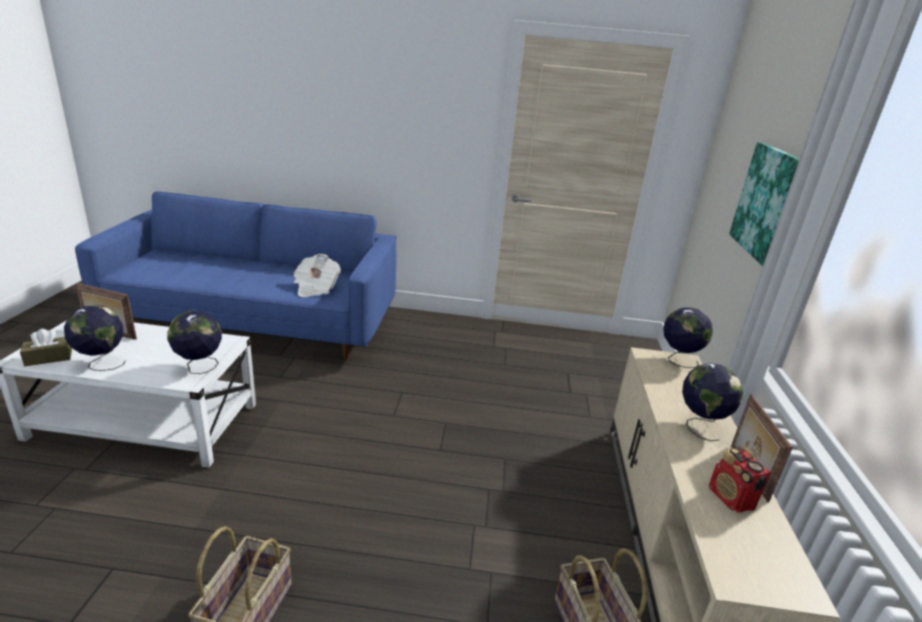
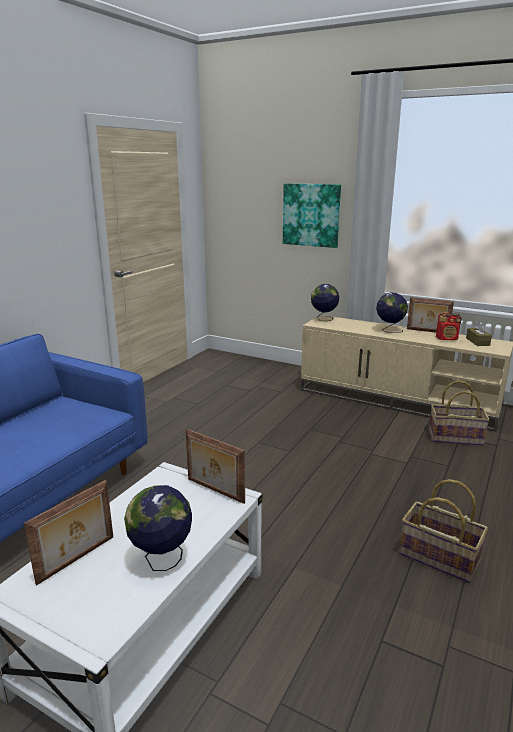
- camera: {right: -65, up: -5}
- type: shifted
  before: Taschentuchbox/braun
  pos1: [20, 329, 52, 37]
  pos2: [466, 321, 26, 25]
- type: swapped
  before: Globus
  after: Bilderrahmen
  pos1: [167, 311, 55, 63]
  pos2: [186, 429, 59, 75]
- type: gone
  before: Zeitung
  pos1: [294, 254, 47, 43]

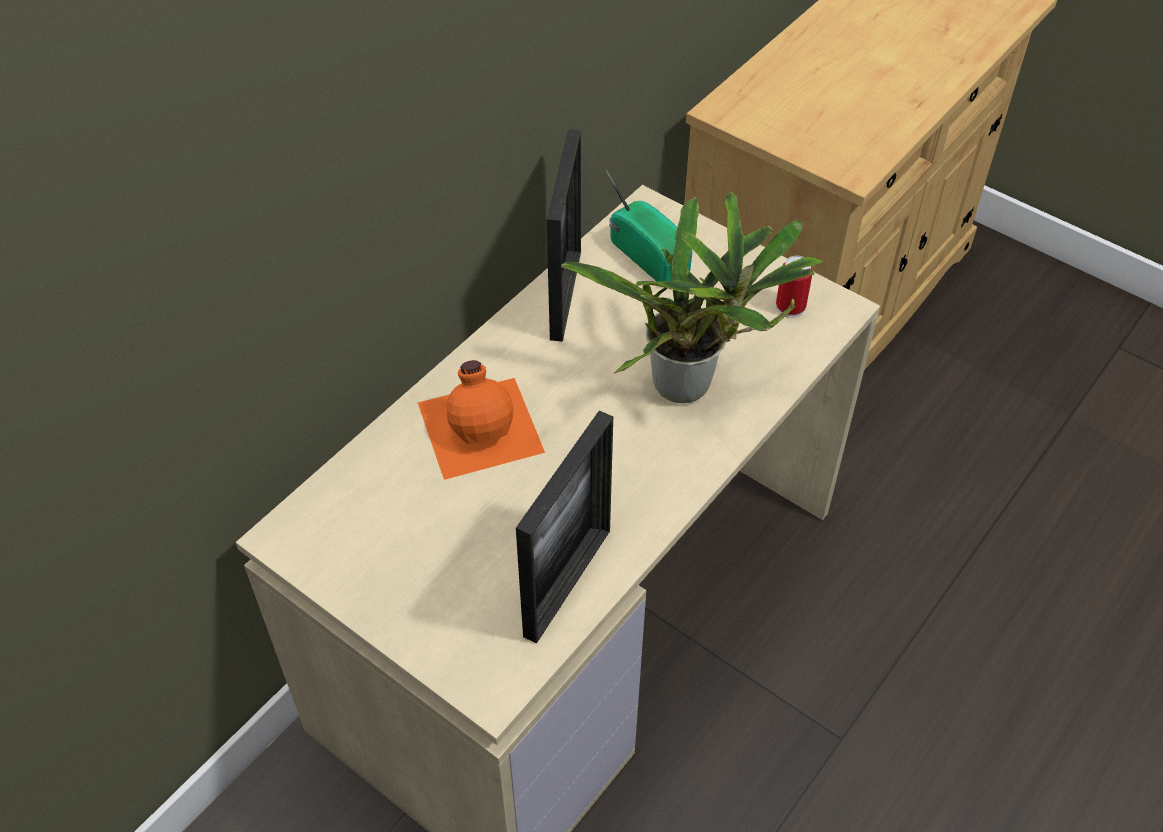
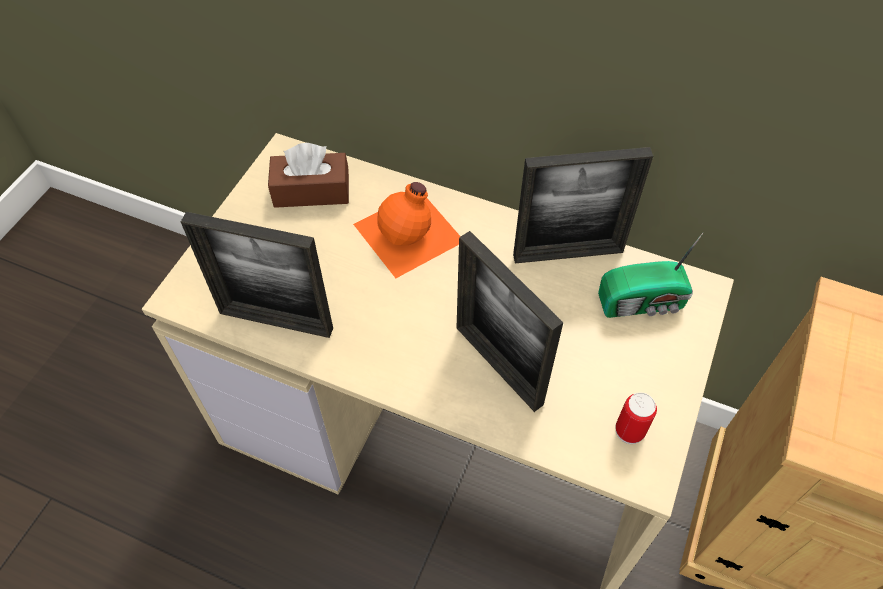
- camera: {right: 75, up: 5}
- type: swapped
  before: Topfpflanze
  after: Bilderrahmen
  pos1: [561, 192, 264, 211]
  pos2: [456, 231, 107, 181]
- type: rotated
  before: Radio
  pos1: [606, 170, 87, 112]
  pos2: [598, 232, 106, 86]
  turn: 45
- type: new
  after: Taschentuchbox/braun
  pos2: [268, 143, 81, 65]

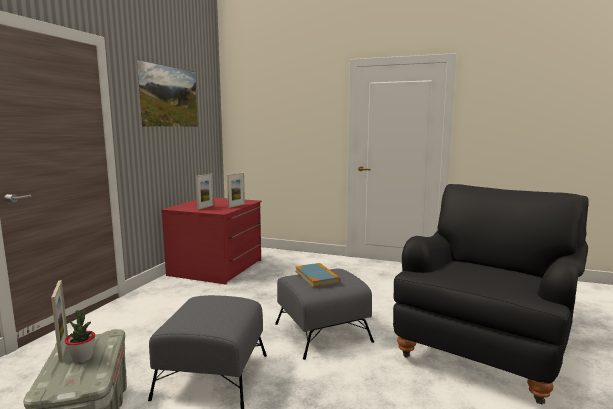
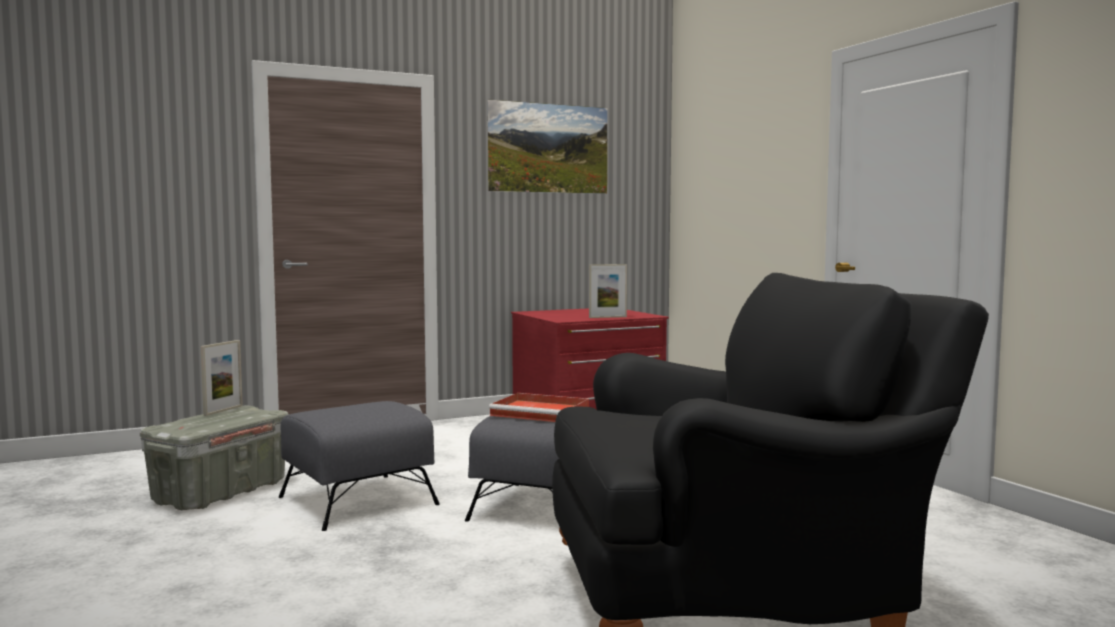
- camera: {right: 45, up: -5}
- type: gone
  before: Topfpflanze
  pos1: [65, 310, 30, 53]
- type: gone
  before: Bilderrahmen
  pos1: [196, 173, 18, 37]
- type: swapped
  before: Buch
  after: Tablett/rot
  pos1: [295, 263, 45, 25]
  pos2: [489, 393, 100, 29]

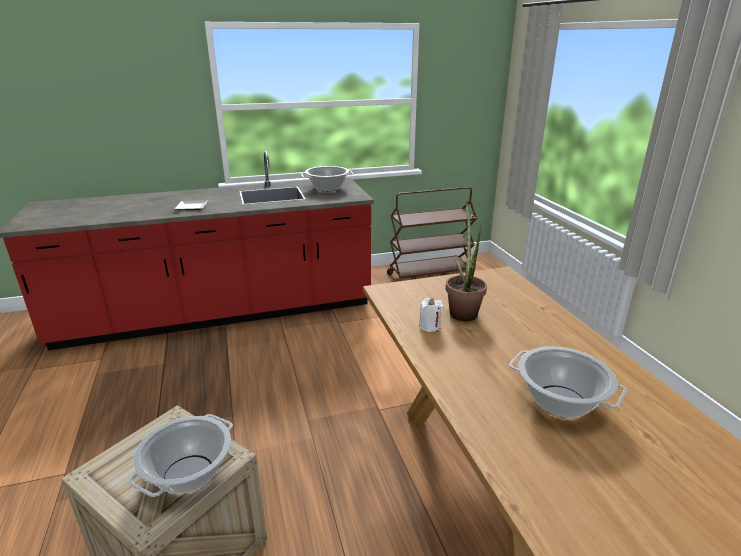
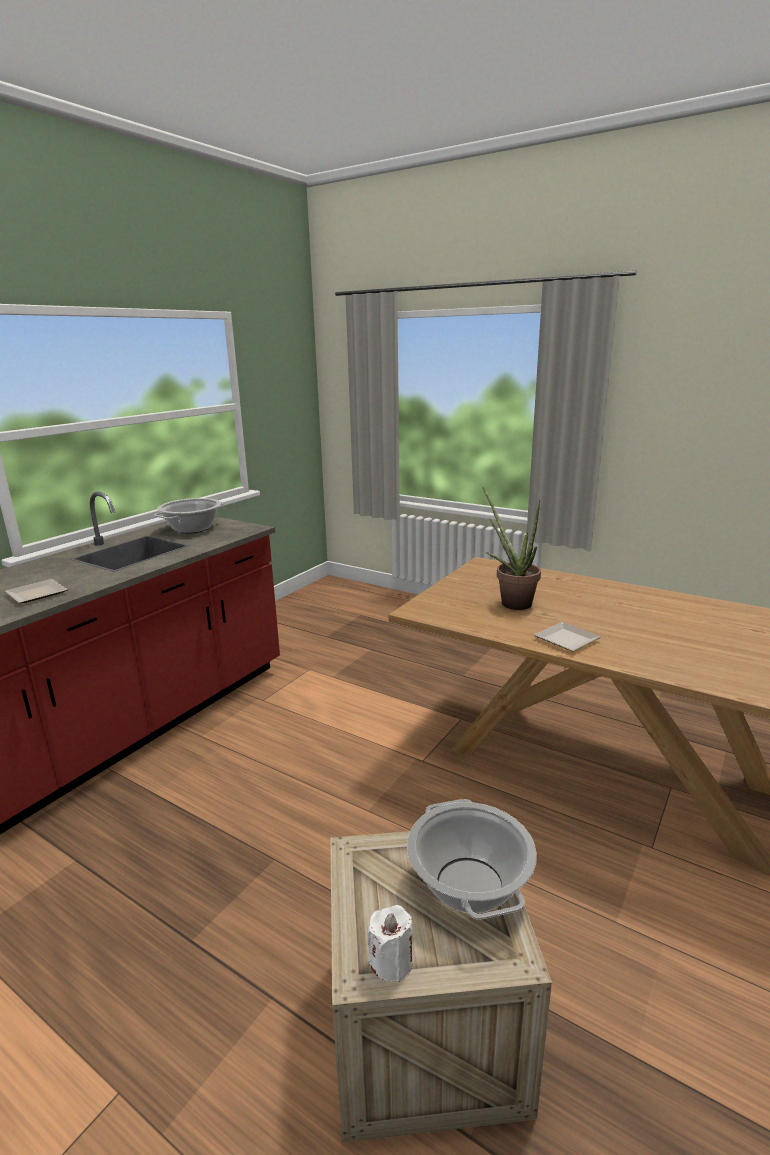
- camera: {right: -40, up: -5}
- type: gone
  before: Rollwagen/braun
  pos1: [387, 187, 90, 94]
- type: shifted
  before: Kerze/weiß
  pos1: [419, 298, 24, 34]
  pos2: [367, 905, 46, 77]
- type: gone
  before: Kochtopf
  pos1: [509, 346, 118, 72]
- type: new
  after: Teller
  pos2: [534, 622, 67, 30]

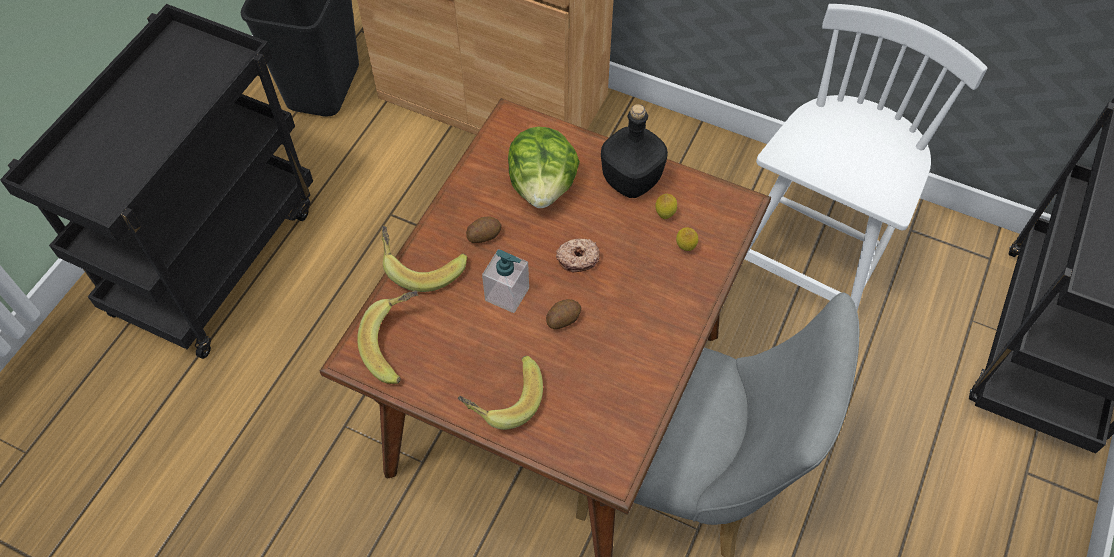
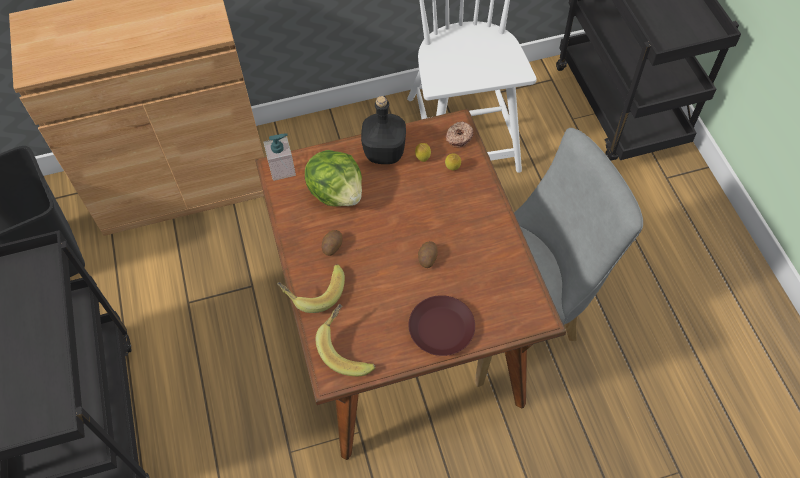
- camera: {right: -40, up: 0}
- type: swapped
  before: Banane
  after: Teller/braun
  pos1: [458, 356, 85, 74]
  pos2: [409, 295, 66, 61]
- type: shifted
  before: Seifenspender
  pos1: [482, 249, 47, 64]
  pos2: [263, 133, 33, 48]
- type: shifted
  before: Donut
  pos1: [556, 239, 44, 33]
  pos2: [445, 121, 28, 27]

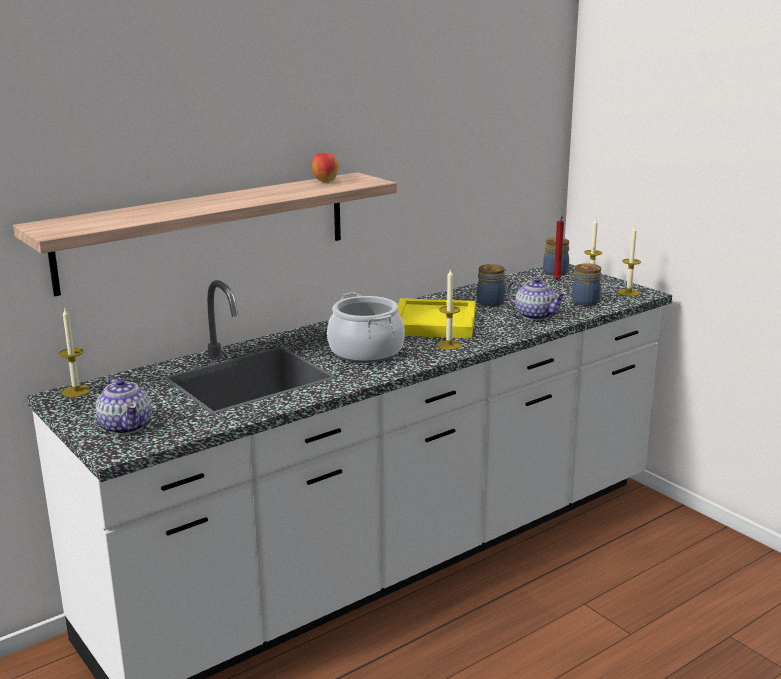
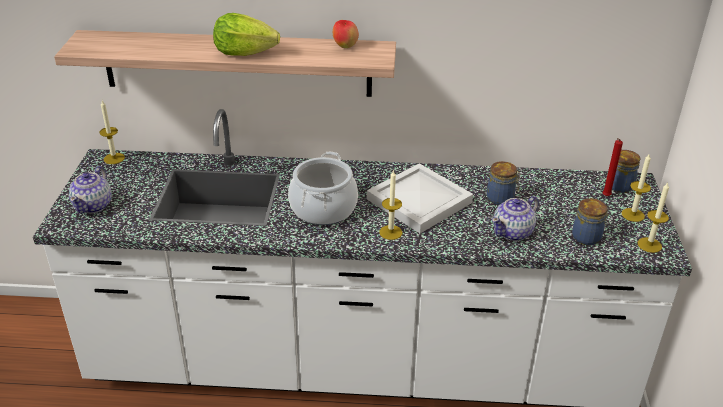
- camera: {right: 40, up: 15}
- type: repainted
  before: Tablett/gelb
  after: Tablett/weiß
  pos1: [398, 298, 78, 40]
  pos2: [367, 163, 106, 70]
- type: rotated
  before: Teekanne
  pos1: [507, 278, 60, 42]
  pos2: [492, 196, 47, 45]
  turn: 60
- type: new
  after: Salatkopf
  pos2: [213, 13, 67, 43]

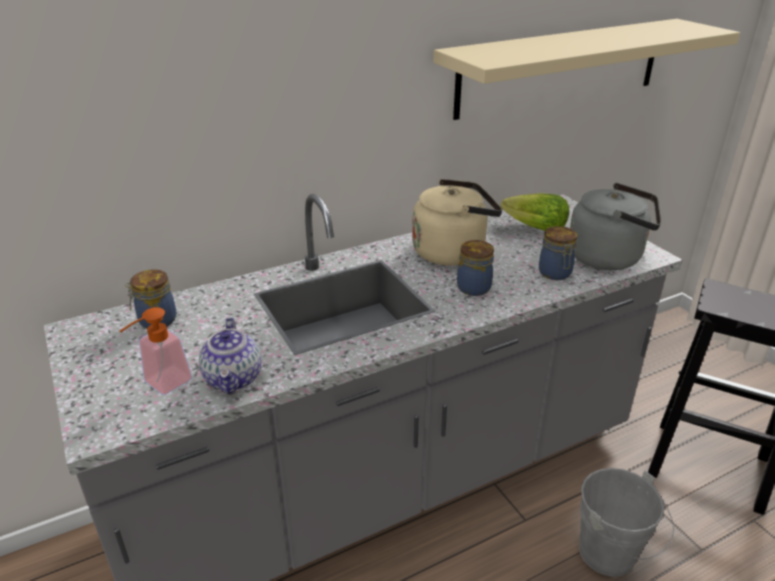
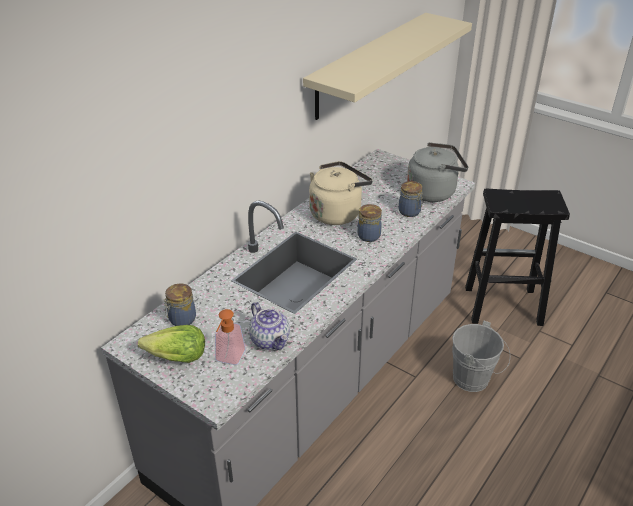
- camera: {right: -25, up: 5}
- type: shifted
  before: Salatkopf
  pos1: [501, 193, 68, 38]
  pos2: [138, 325, 67, 38]

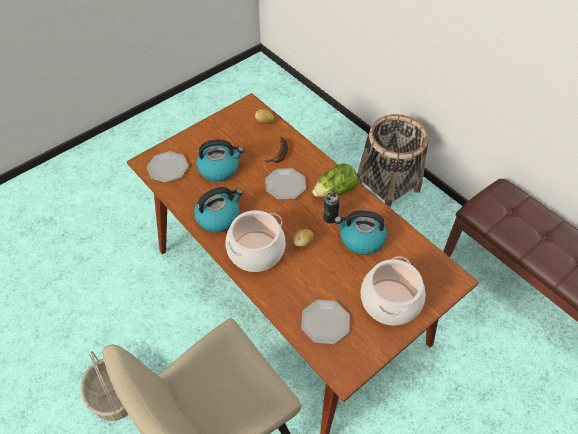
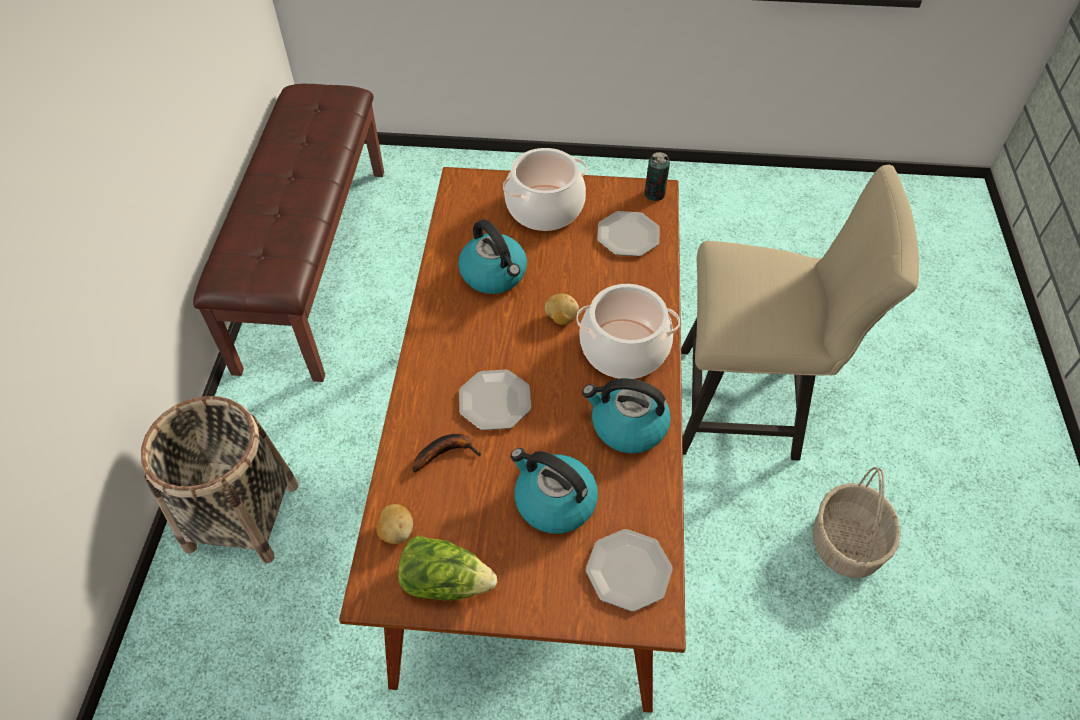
- camera: {right: -135, up: 0}
- type: shifted
  before: Salatkopf
  pos1: [312, 164, 46, 33]
  pos2: [398, 535, 99, 66]
- type: shifted
  before: Dose
  pos1: [323, 192, 17, 32]
  pos2: [645, 152, 25, 49]

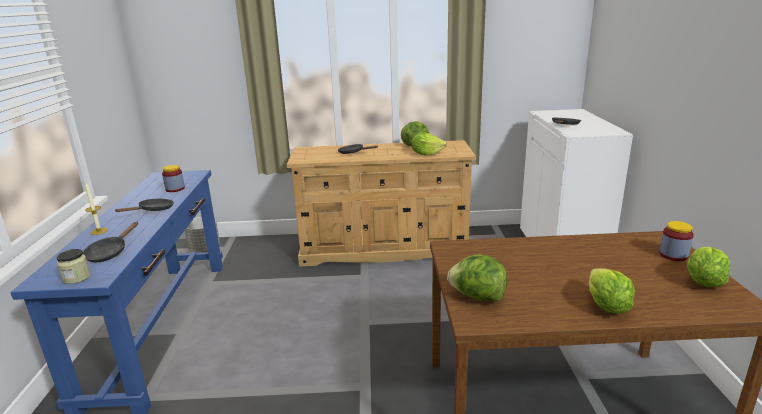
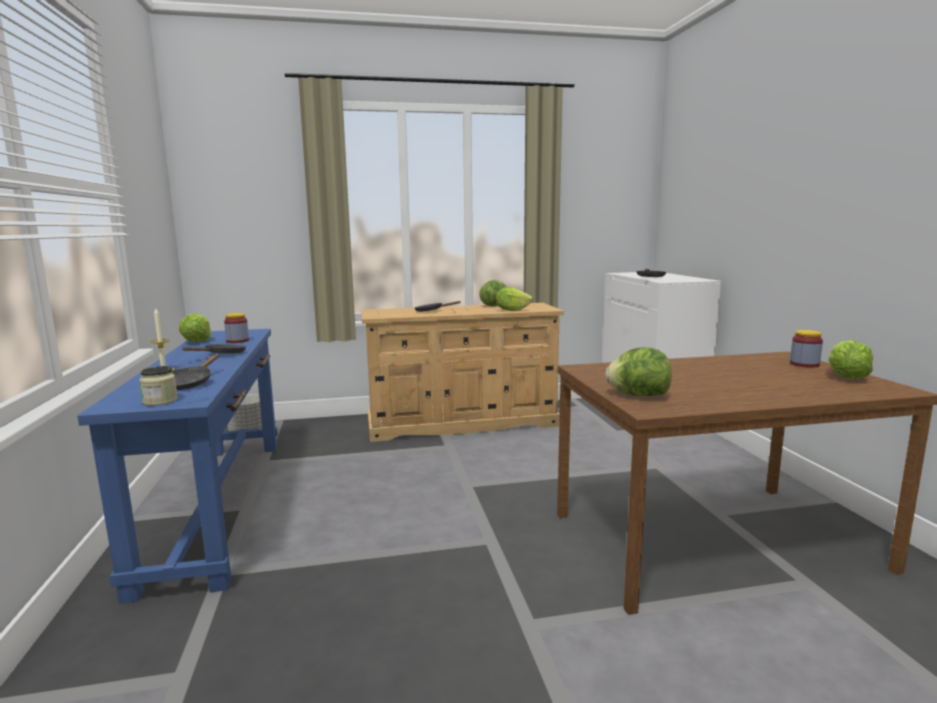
- camera: {right: -10, up: -10}
- type: shifted
  before: Salatkopf
  pos1: [589, 268, 46, 46]
  pos2: [179, 314, 33, 28]

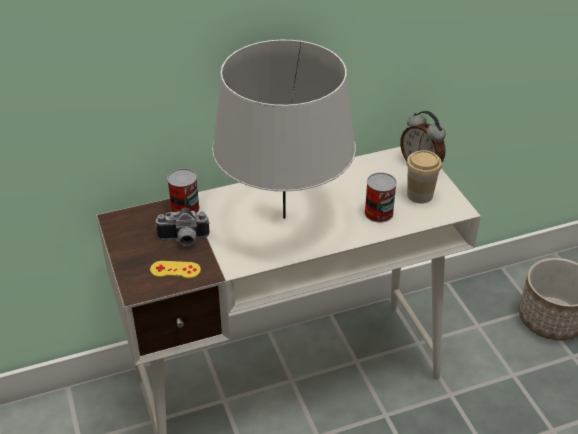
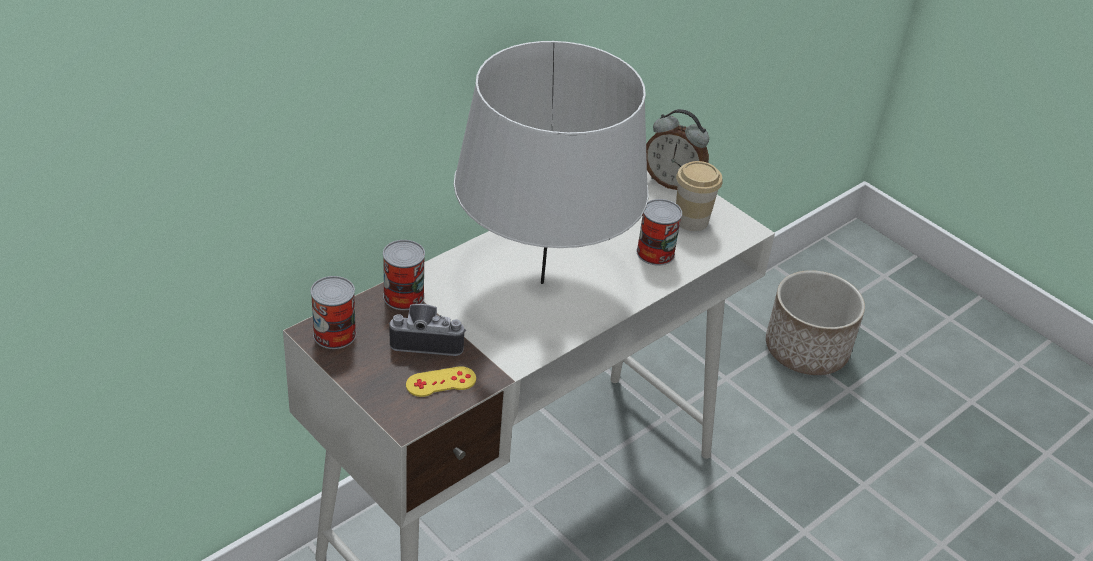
- camera: {right: -25, up: 0}
- type: rotated
  before: Kamera
  pos1: [155, 208, 55, 38]
  pos2: [389, 304, 77, 52]
  turn: -150
- type: new
  after: Dose
  pos2: [311, 276, 45, 73]

